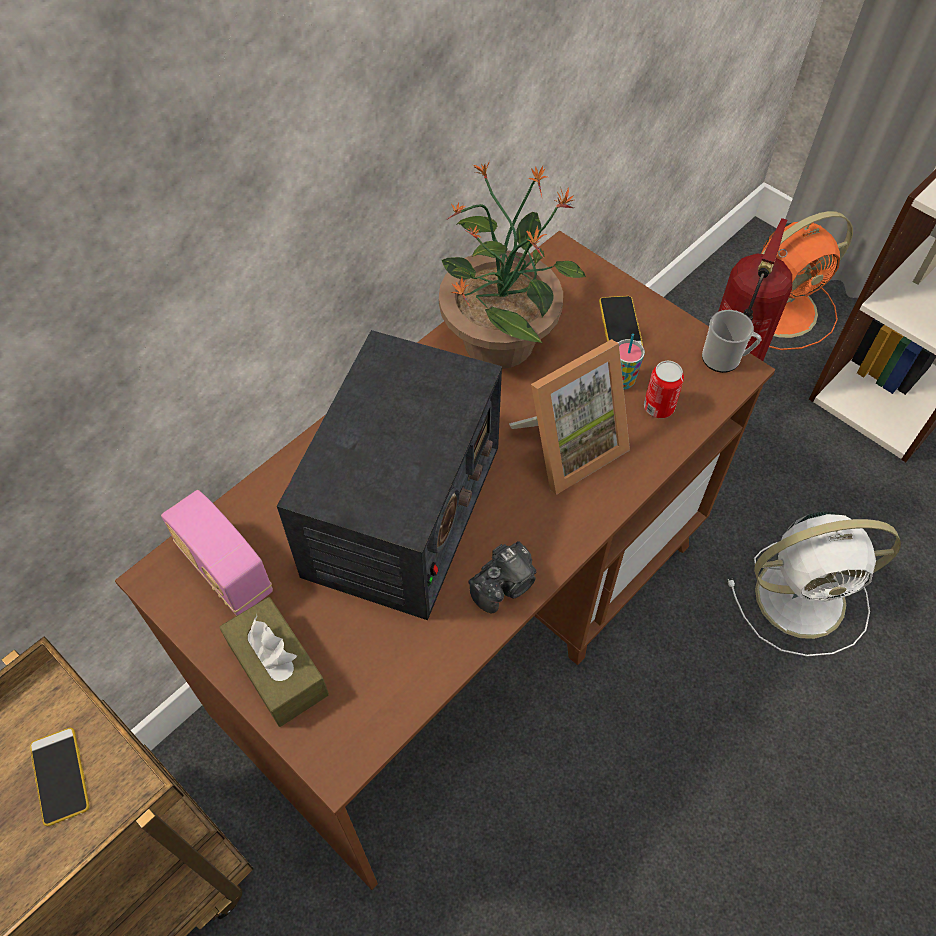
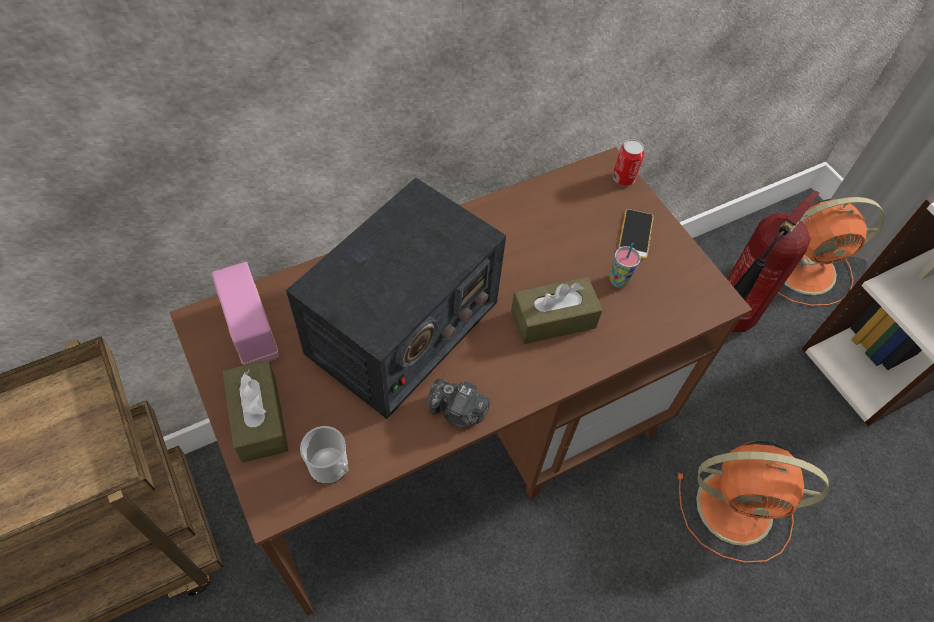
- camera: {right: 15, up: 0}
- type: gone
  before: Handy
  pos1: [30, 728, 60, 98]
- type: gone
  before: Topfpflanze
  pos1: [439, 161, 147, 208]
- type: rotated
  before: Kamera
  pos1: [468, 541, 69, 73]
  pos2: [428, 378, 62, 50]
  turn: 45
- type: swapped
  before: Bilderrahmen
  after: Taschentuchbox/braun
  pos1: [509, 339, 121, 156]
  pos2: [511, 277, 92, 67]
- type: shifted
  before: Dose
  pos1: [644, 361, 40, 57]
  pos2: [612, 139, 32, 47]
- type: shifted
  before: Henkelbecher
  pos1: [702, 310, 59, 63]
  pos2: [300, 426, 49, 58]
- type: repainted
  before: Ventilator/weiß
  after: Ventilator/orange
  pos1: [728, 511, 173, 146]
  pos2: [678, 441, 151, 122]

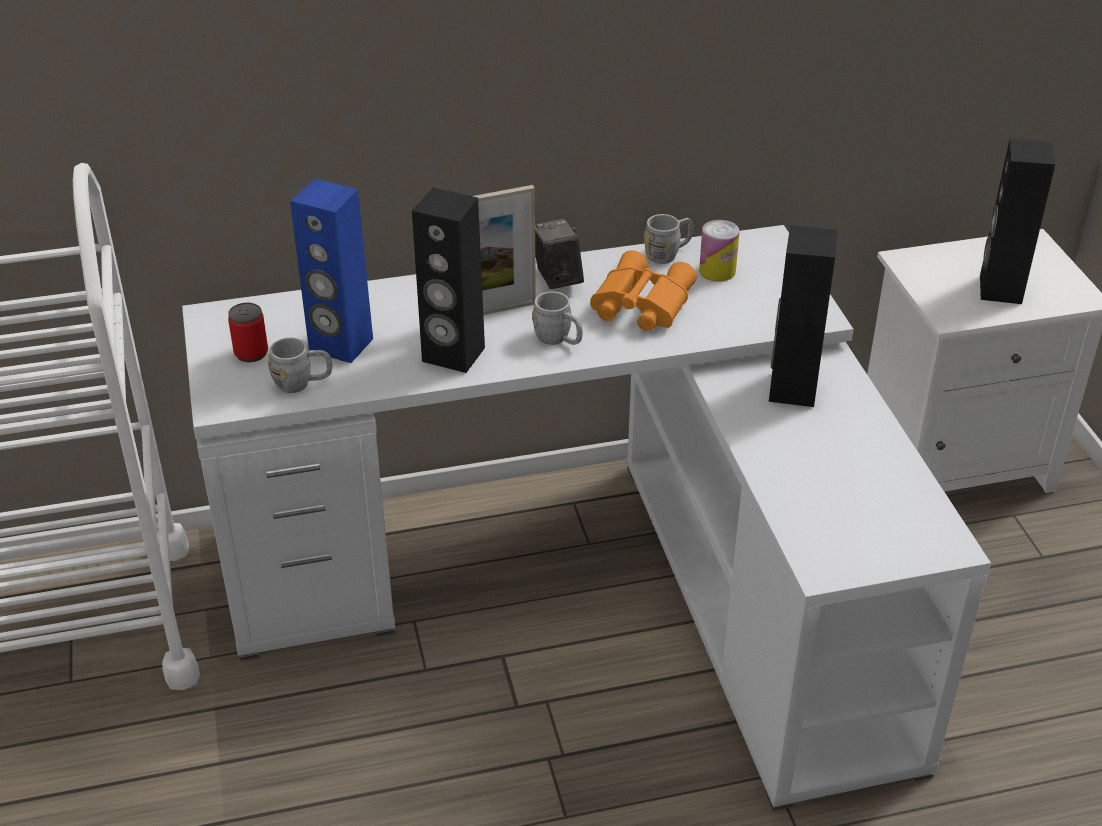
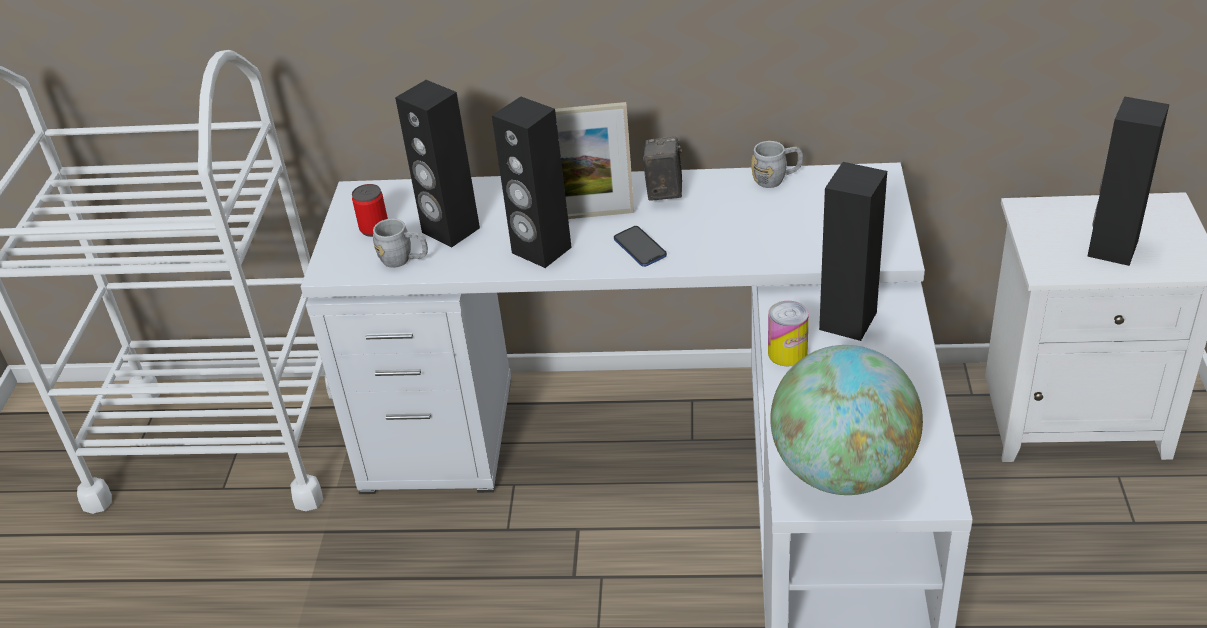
- camera: {right: 20, up: 0}
- type: repainted
  before: Lautsprecher/blau
  after: Lautsprecher/schwarz
  pos1: [290, 179, 83, 184]
  pos2: [395, 80, 85, 167]
- type: swapped
  before: Henkelbecher/grau
  after: Handy
  pos1: [532, 291, 50, 54]
  pos2: [614, 226, 53, 41]
- type: gone
  before: Fernglas/orange
  pos1: [590, 250, 107, 81]
- type: shifted
  before: Dose
  pos1: [699, 220, 41, 62]
  pos2: [768, 301, 41, 65]
- type: new
  after: Globus
  pos2: [770, 345, 153, 150]

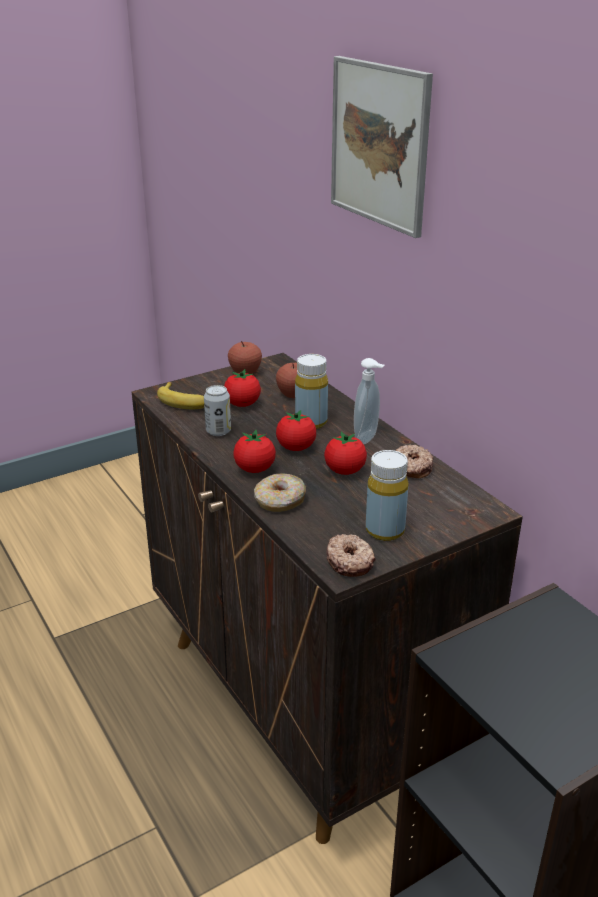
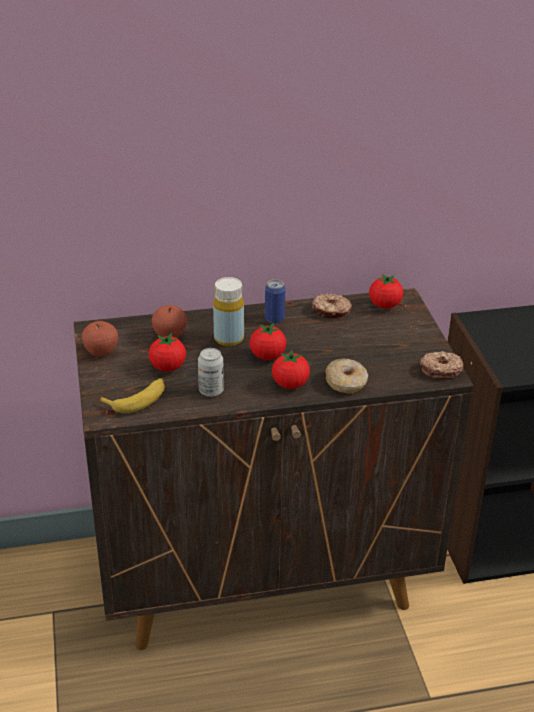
- camera: {right: -70, up: 5}
- type: shifted
  before: Tomate
  pos1: [324, 432, 43, 43]
  pos2: [369, 274, 34, 35]
- type: gone
  before: Bild
  pos1: [331, 56, 102, 182]
- type: swapped
  before: Seifenspender
  after: Dose
  pos1: [354, 358, 30, 86]
  pos2: [265, 279, 20, 44]
- type: gone
  before: Flasche/gelb
  pos1: [366, 450, 42, 91]

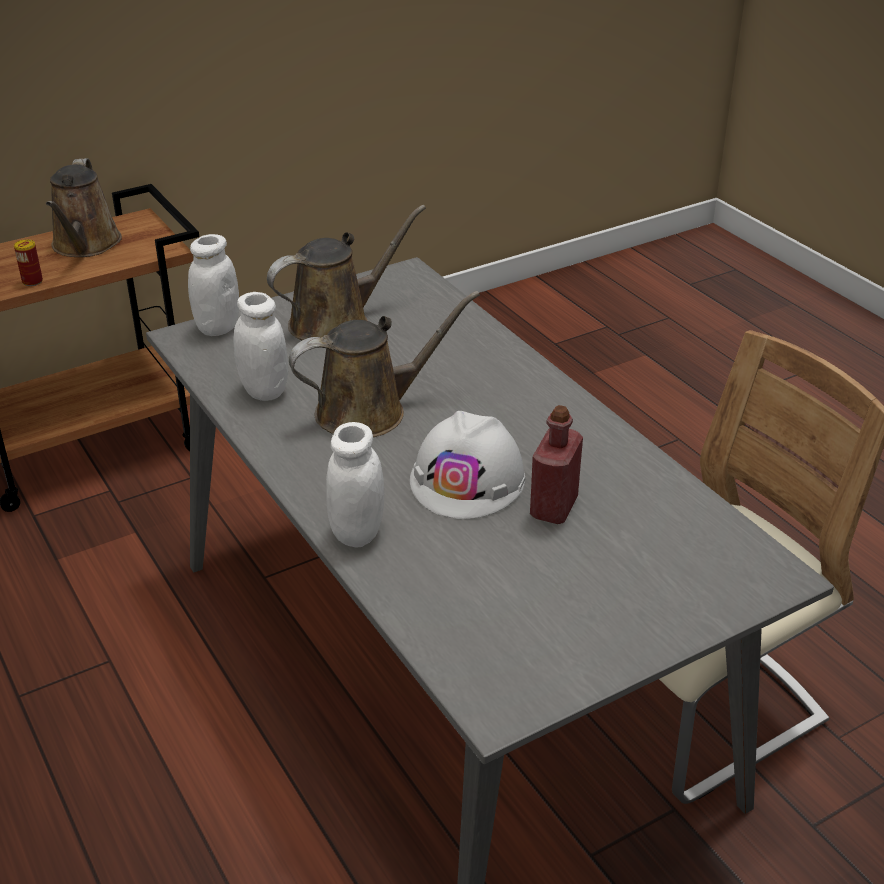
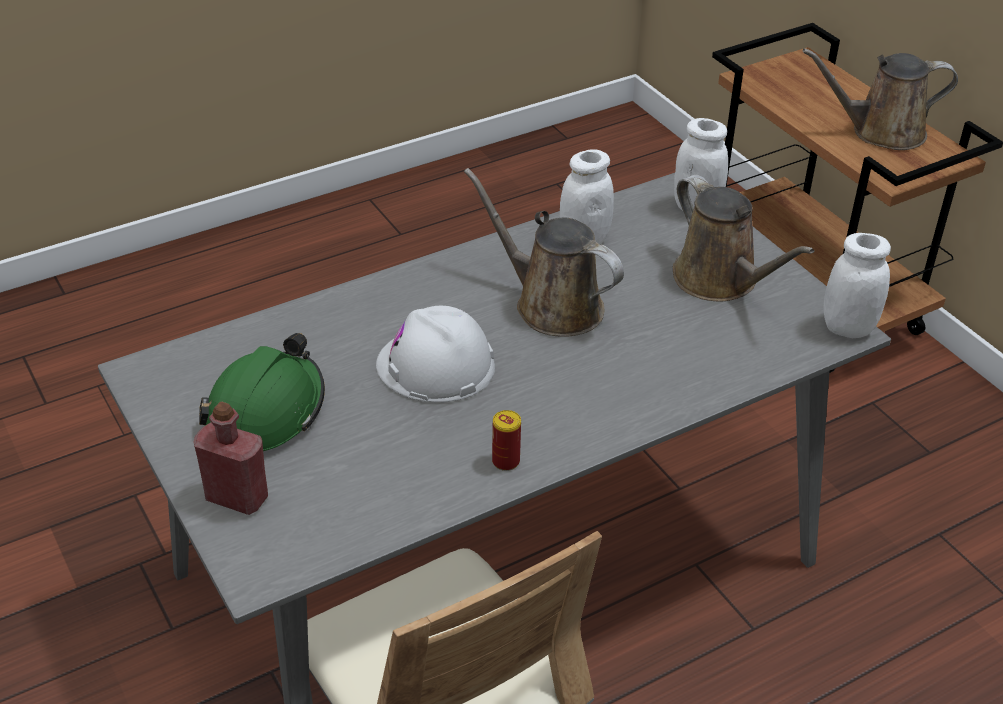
- camera: {right: 90, up: 5}
- type: shifted
  before: Dose
  pos1: [14, 239, 29, 47]
  pos2: [492, 410, 29, 61]
- type: rotated
  before: Gießkanne/braun
  pos1: [289, 291, 191, 146]
  pos2: [464, 168, 160, 169]
  turn: 150
- type: shifted
  before: Vorratsglas/weiß
  pos1: [326, 422, 58, 125]
  pos2: [824, 233, 67, 105]
- type: shifted
  before: Flasche/rot
  pos1: [530, 405, 53, 119]
  pos2: [193, 402, 75, 113]
- type: new
  after: Schutzhelm/grün
  pos2: [199, 333, 126, 118]

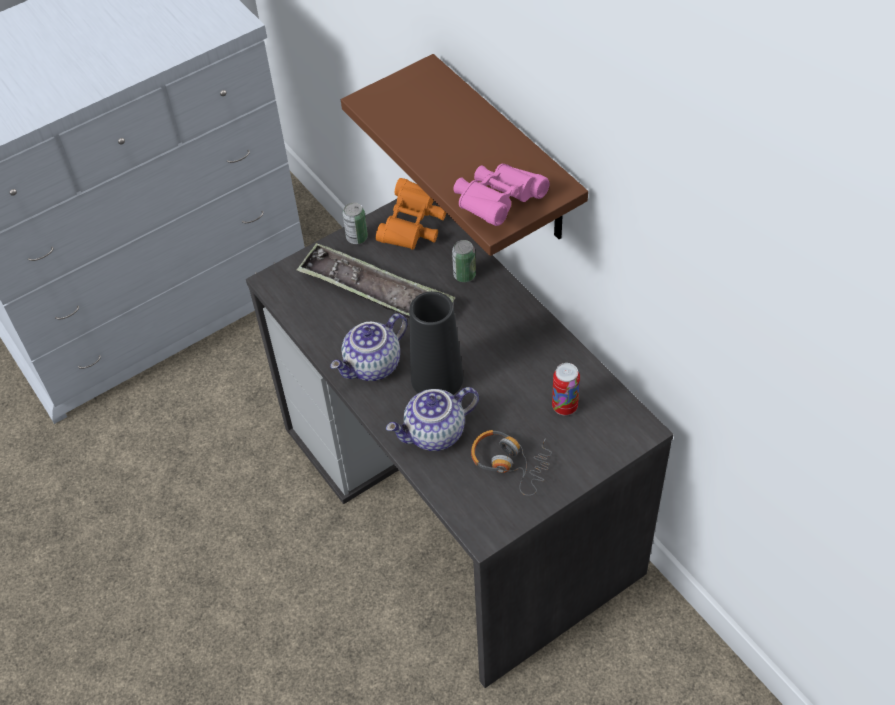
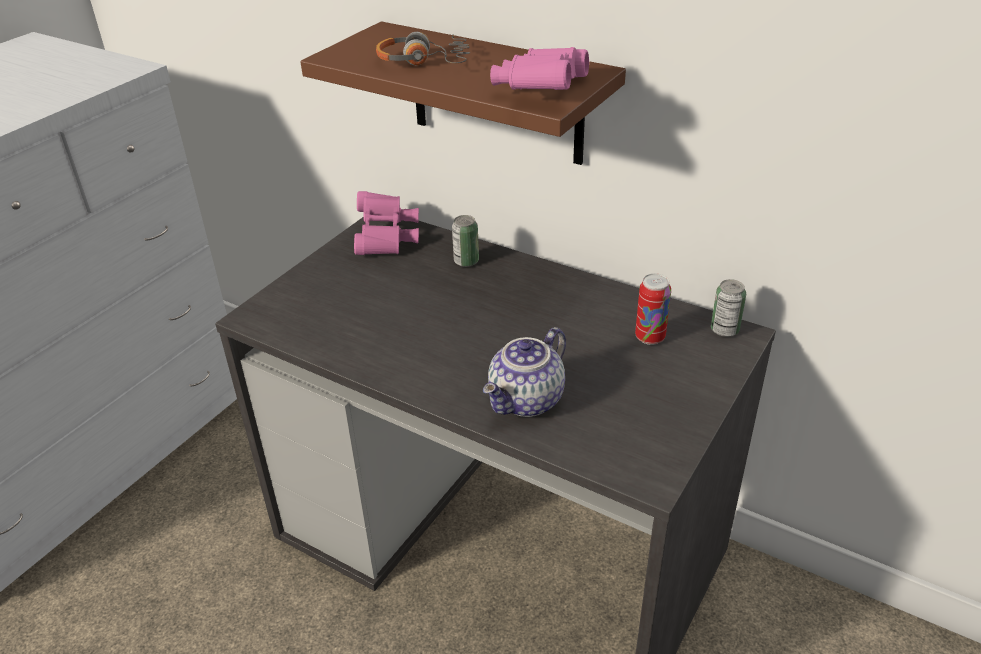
- camera: {right: -25, up: -15}
- type: gone
  before: Tablett
  pos1: [297, 243, 158, 76]
- type: gone
  before: Teekanne
  pos1: [330, 313, 77, 68]
- type: shifted
  before: Dose
  pos1: [342, 202, 26, 42]
  pos2: [711, 279, 35, 58]
- type: repainted
  before: Fernglas/orange
  after: Fernglas/rosa
  pos1: [376, 178, 70, 72]
  pos2: [354, 191, 65, 64]
- type: gone
  before: Vase/schwarz
  pos1: [409, 291, 54, 104]
- type: shifted
  before: Kopfhörer
  pos1: [471, 430, 81, 66]
  pos2: [376, 32, 94, 33]

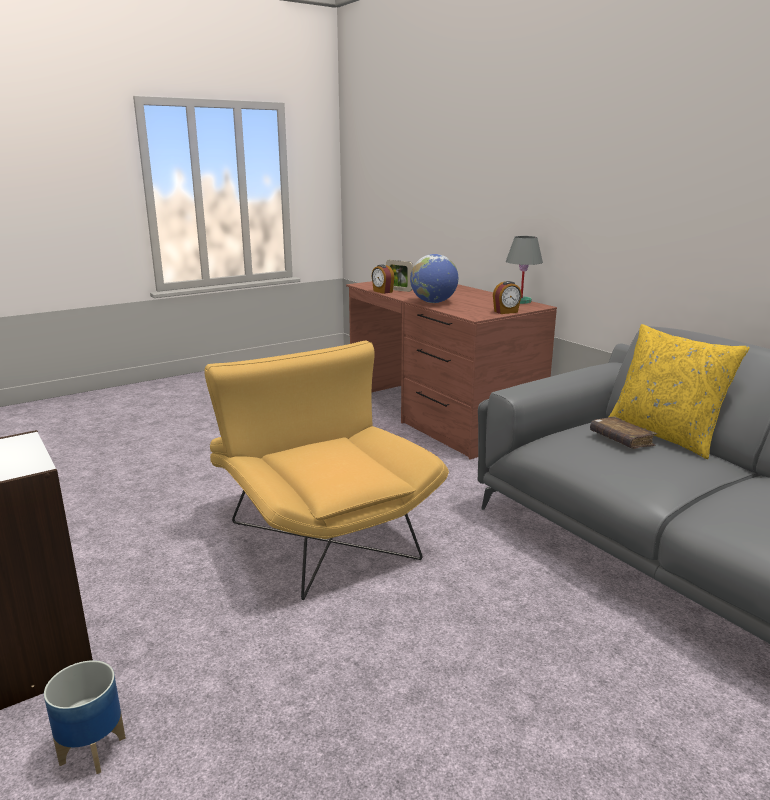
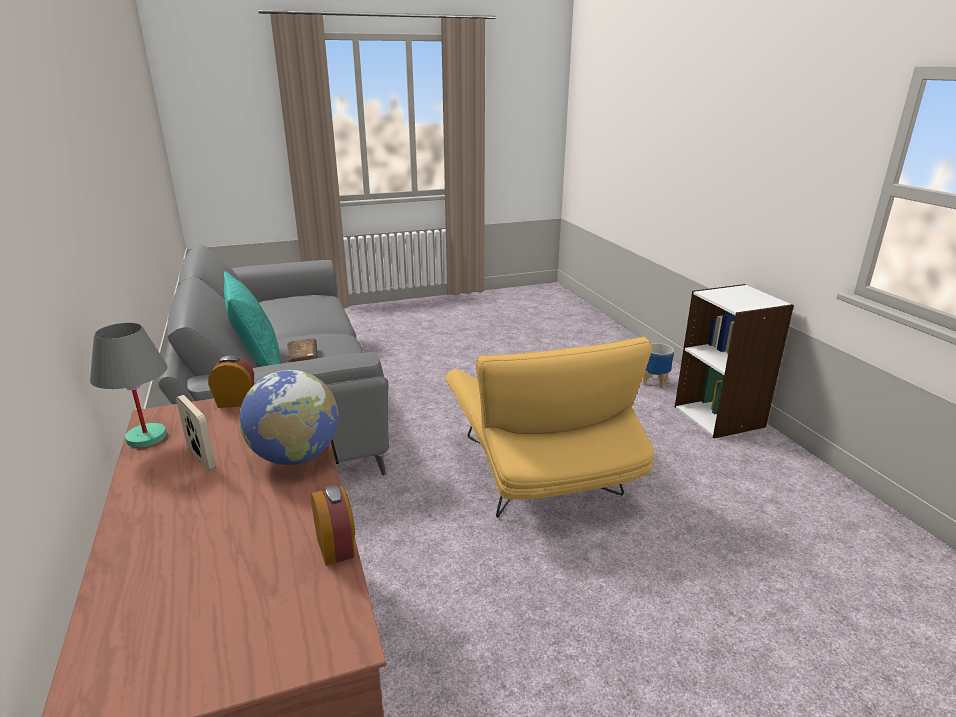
- camera: {right: -165, up: 5}
- type: shifted
  before: Bilderrahmen
  pos1: [386, 260, 27, 32]
  pos2: [176, 395, 40, 76]
- type: repainted
  before: Kissen/gelb
  after: Kissen/türkis
  pos1: [608, 324, 142, 135]
  pos2: [224, 271, 56, 95]

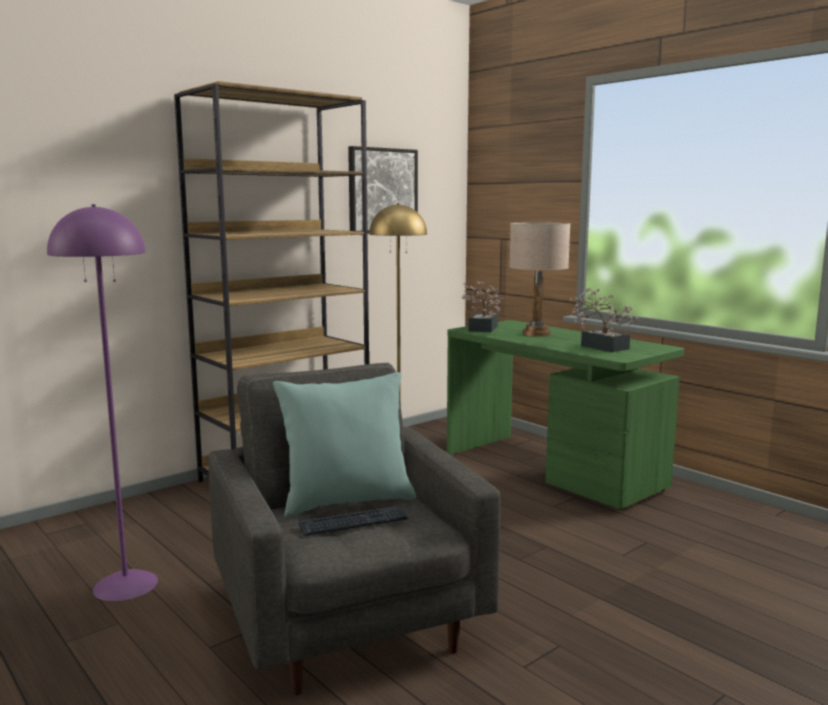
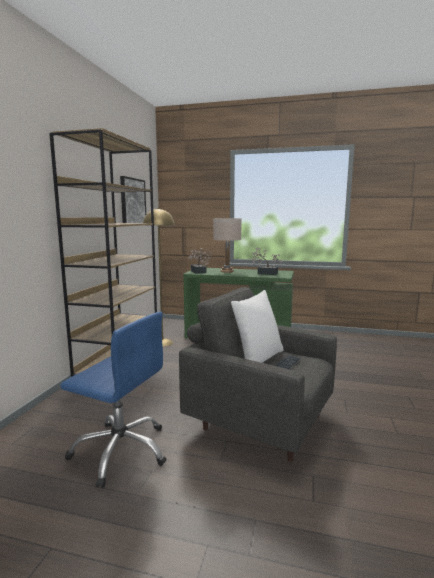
- camera: {right: -35, up: 0}
- type: swapped
  before: Stehlampe/lila
  after: Bürostuhl/blau
  pos1: [47, 204, 111, 397]
  pos2: [60, 311, 107, 177]
- type: repainted
  before: Kissen/türkis
  after: Kissen/weiß
  pos1: [273, 372, 143, 145]
  pos2: [231, 290, 52, 73]

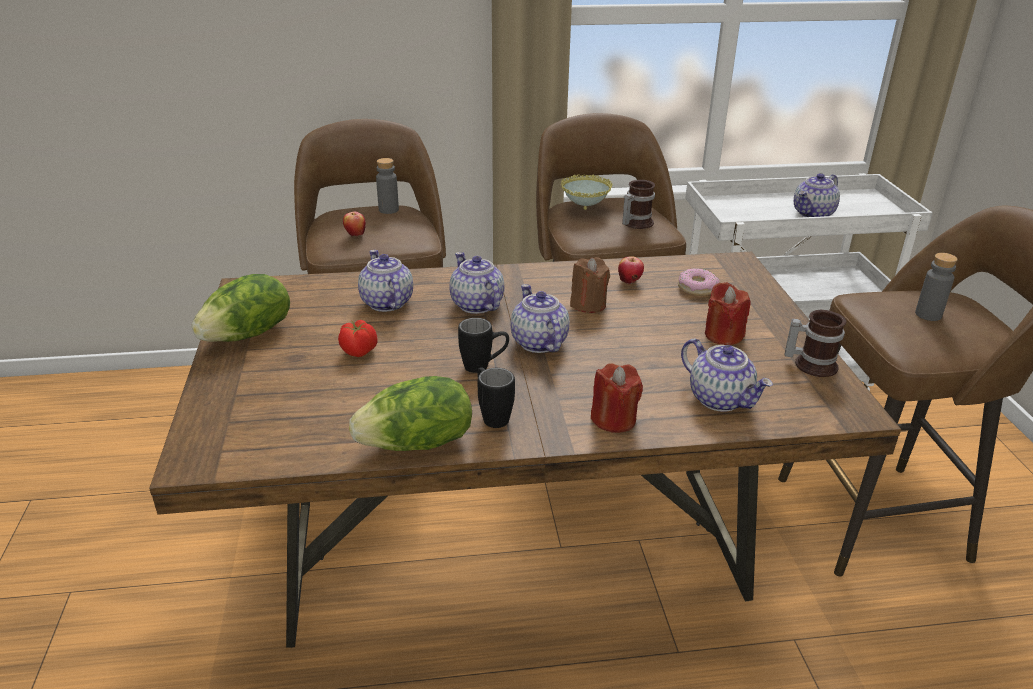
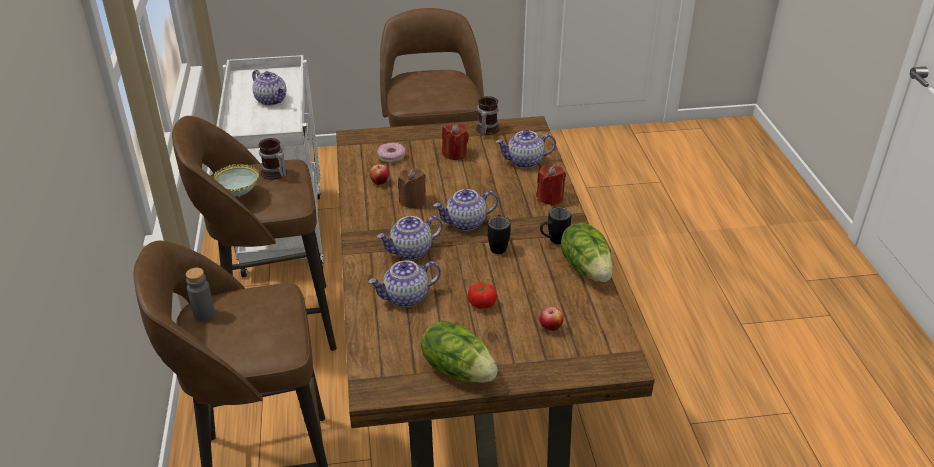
- camera: {right: -90, up: 5}
- type: shifted
  before: Apfel
  pos1: [343, 212, 23, 25]
  pos2: [540, 307, 24, 24]
- type: rotated
  before: Teekanne
  pos1: [681, 339, 92, 73]
  pos2: [496, 130, 60, 38]
  turn: -150
- type: gone
  before: Flasche/grau
  pos1: [915, 253, 43, 68]

